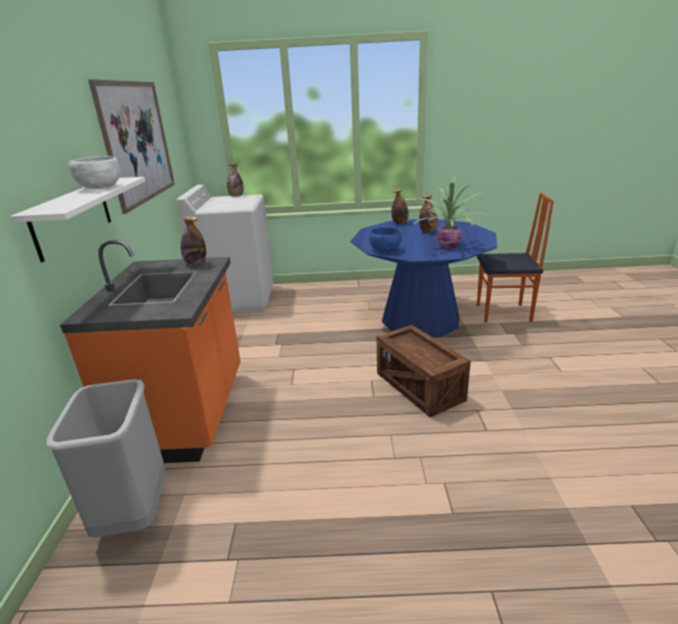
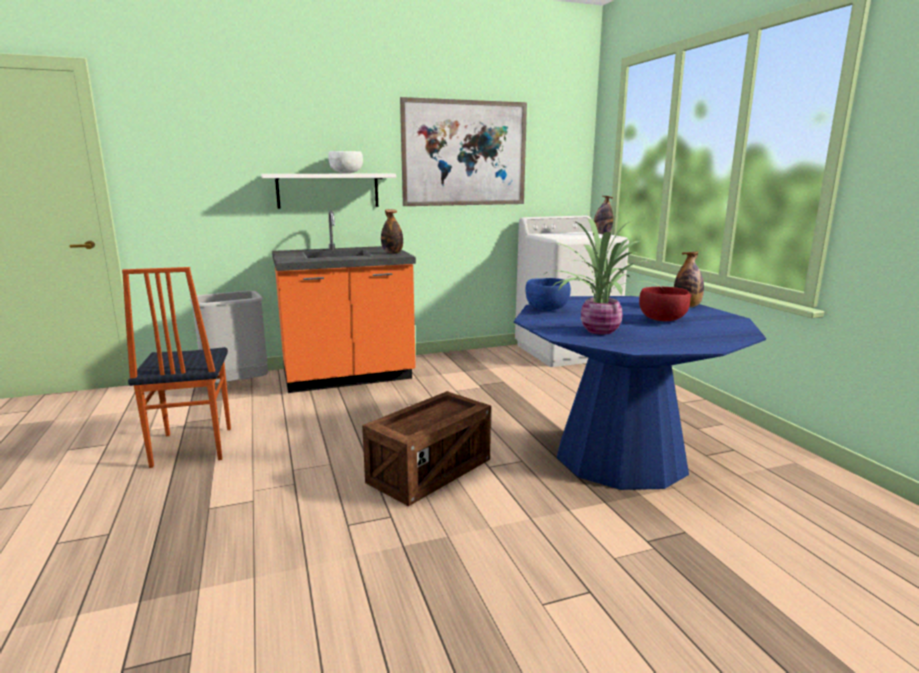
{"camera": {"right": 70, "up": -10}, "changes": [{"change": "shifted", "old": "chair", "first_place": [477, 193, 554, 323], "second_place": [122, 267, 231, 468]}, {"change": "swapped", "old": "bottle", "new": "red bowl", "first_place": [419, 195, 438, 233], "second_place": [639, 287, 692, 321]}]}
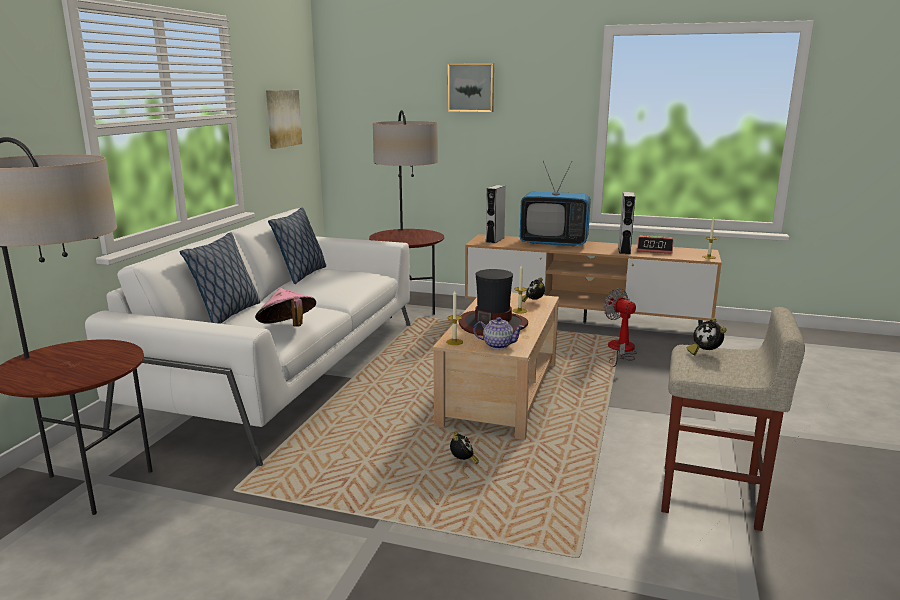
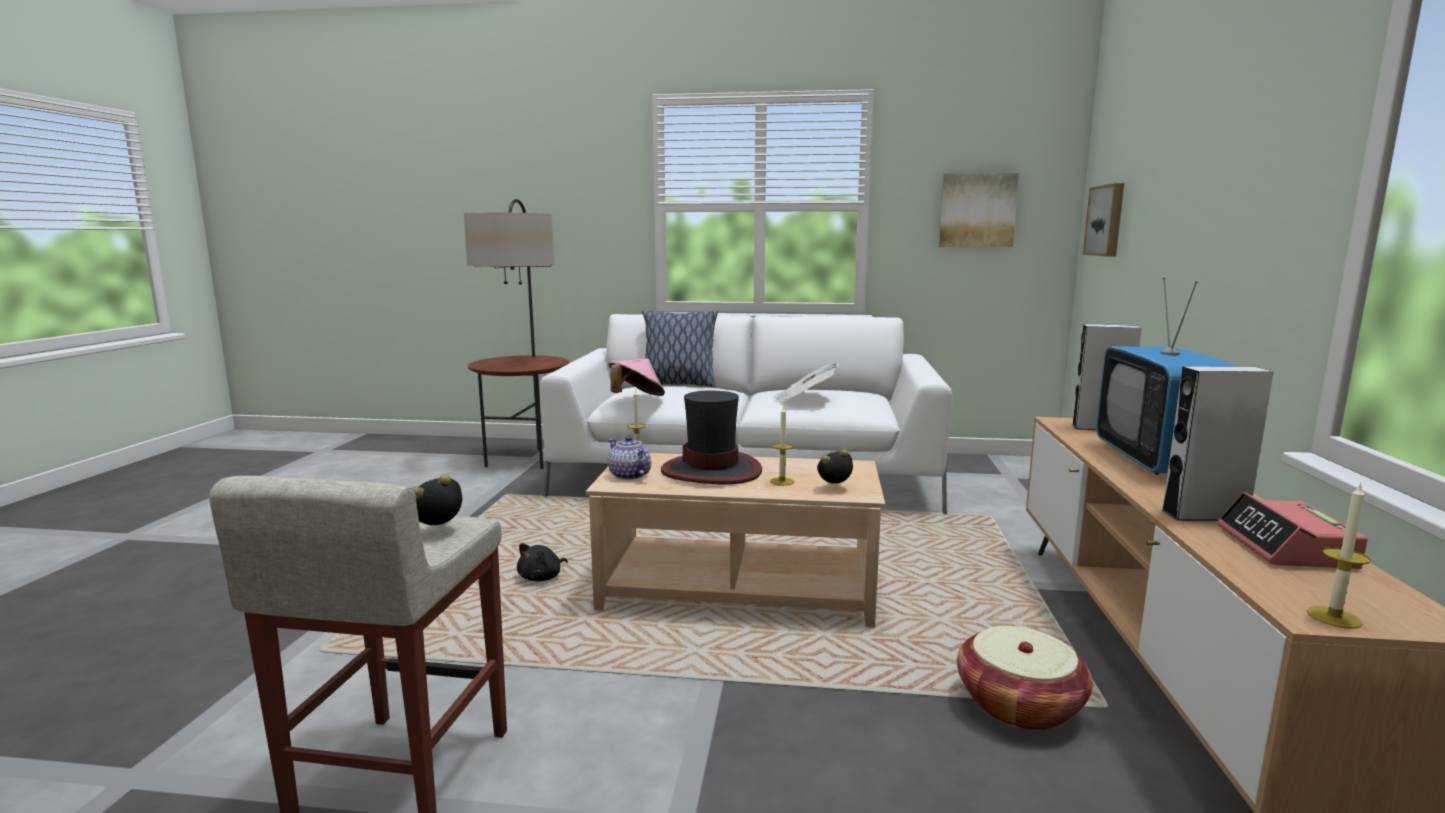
{"camera": {"right": 80, "up": -5}, "changes": [{"change": "swapped", "old": "alarm clock", "new": "black plush toy", "first_place": [450, 432, 479, 464], "second_place": [517, 543, 568, 581]}, {"change": "rotated", "old": "teapot", "first_place": [474, 317, 524, 349], "second_place": [608, 436, 651, 480], "degrees": 135}, {"change": "new", "new": "newspaper", "second_place": [773, 363, 840, 401]}, {"change": "swapped", "old": "fan", "new": "basket", "first_place": [604, 288, 637, 367], "second_place": [957, 626, 1093, 730]}, {"change": "shifted", "old": "picture", "first_place": [448, 63, 494, 112], "second_place": [1083, 183, 1124, 257]}, {"change": "gone", "old": "pillow", "first_place": [268, 207, 326, 284]}, {"change": "gone", "old": "floor lamp", "first_place": [369, 110, 444, 318]}]}
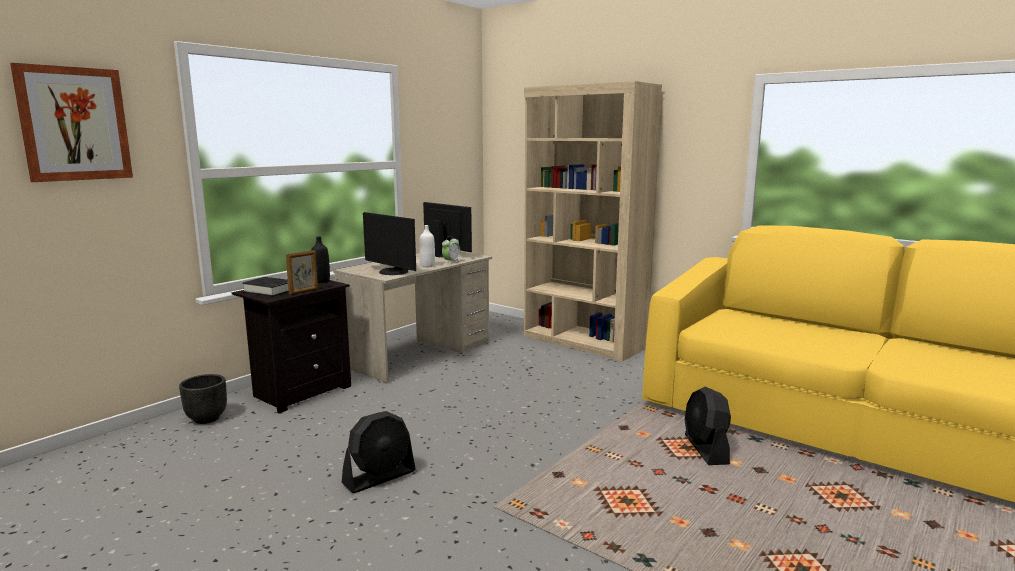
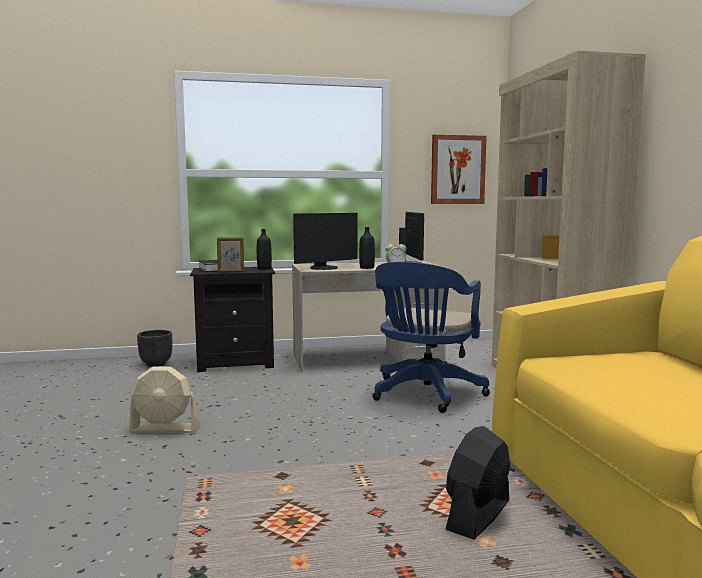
{"camera": {"right": 40, "up": -5}, "changes": [{"change": "repainted", "old": "black fan", "new": "beige fan", "first_place": [342, 411, 416, 493], "second_place": [129, 367, 200, 433]}, {"change": "rotated", "old": "monitor", "first_place": [363, 212, 416, 275], "second_place": [293, 213, 358, 270], "degrees": -120}, {"change": "repainted", "old": "white bottle", "new": "black bottle", "first_place": [419, 225, 435, 267], "second_place": [359, 227, 375, 269]}, {"change": "new", "new": "blue office chair", "second_place": [373, 262, 490, 413]}, {"change": "shifted", "old": "picture", "first_place": [10, 63, 133, 182], "second_place": [431, 135, 487, 204]}]}
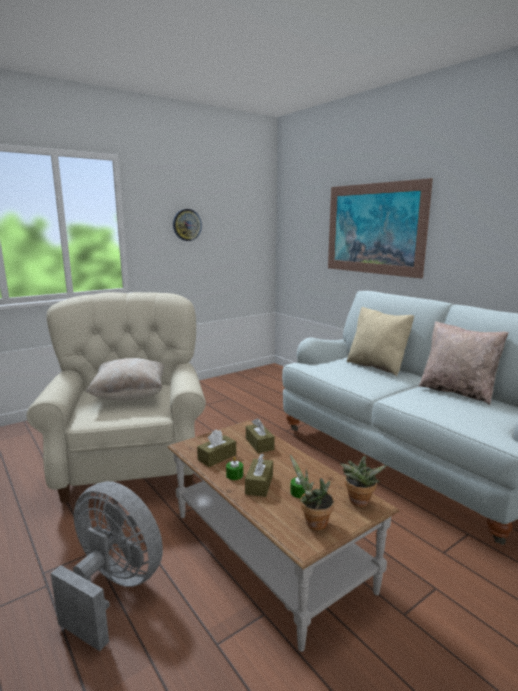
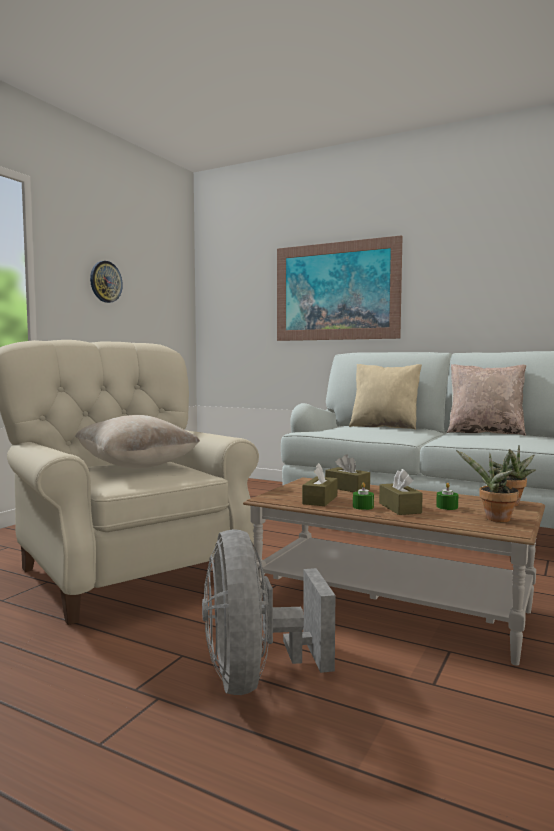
{"camera": {"right": -25, "up": -10}, "changes": [{"change": "rotated", "old": "grey fan", "first_place": [51, 481, 163, 651], "second_place": [202, 529, 335, 695], "degrees": -105}]}
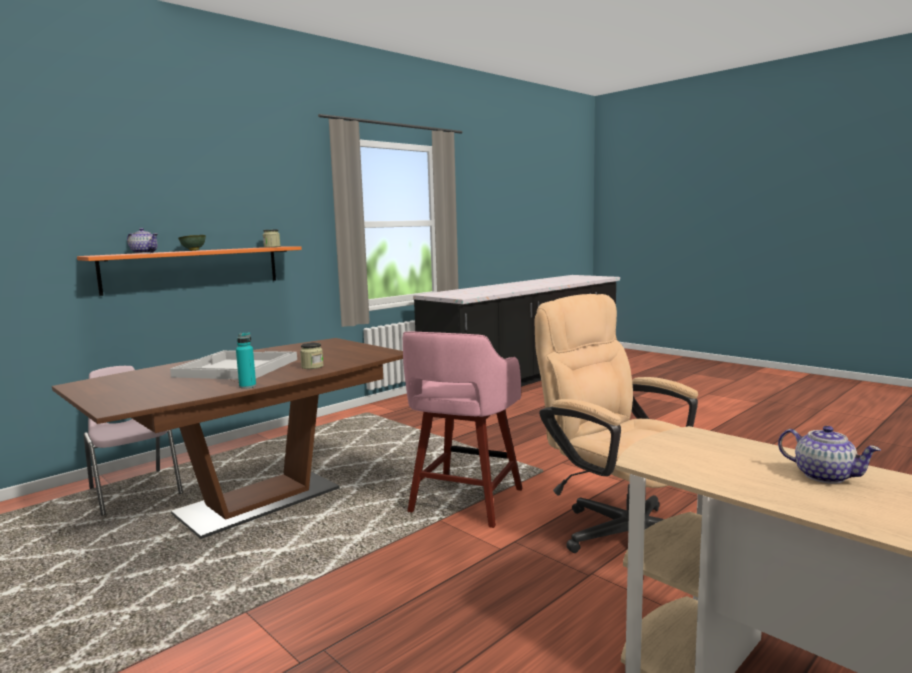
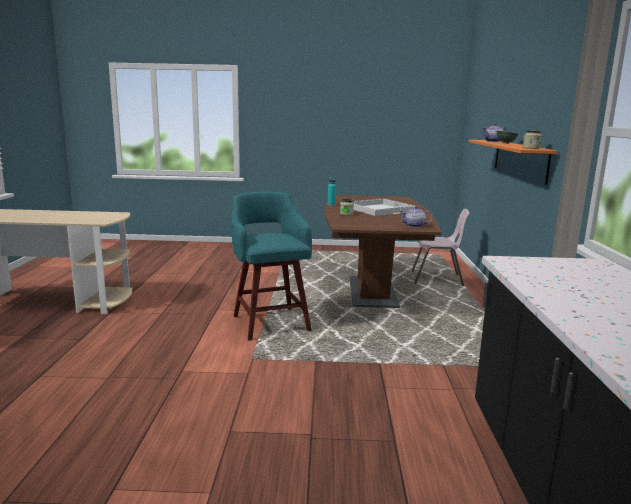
{"camera": {"right": 135, "up": 5}, "changes": [{"change": "repainted", "old": "pink stool", "new": "turquoise stool", "first_place": [403, 332, 523, 528], "second_place": [231, 191, 312, 341]}, {"change": "shifted", "old": "teapot", "first_place": [778, 426, 881, 484], "second_place": [399, 206, 433, 228]}, {"change": "gone", "old": "beige office chair", "first_place": [535, 294, 698, 553]}]}
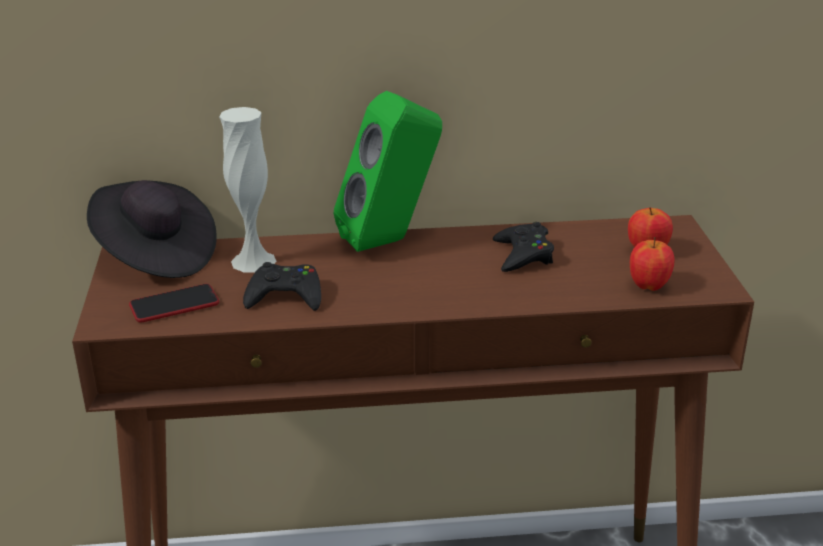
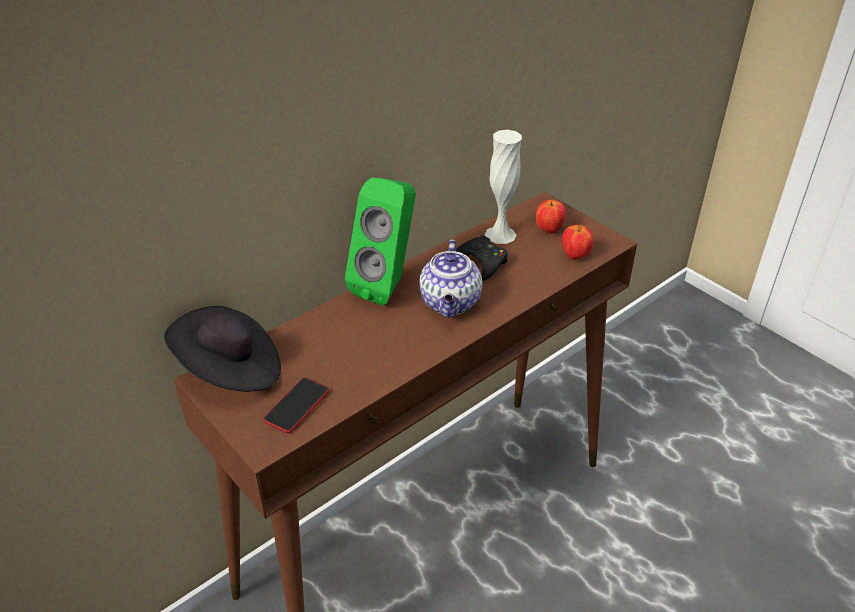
{"camera": {"right": -35, "up": 10}, "changes": [{"change": "new", "new": "teapot", "second_place": [419, 240, 482, 317]}, {"change": "shifted", "old": "white vase", "first_place": [219, 107, 277, 272], "second_place": [485, 130, 522, 244]}, {"change": "gone", "old": "black game controller", "first_place": [243, 262, 321, 311]}]}
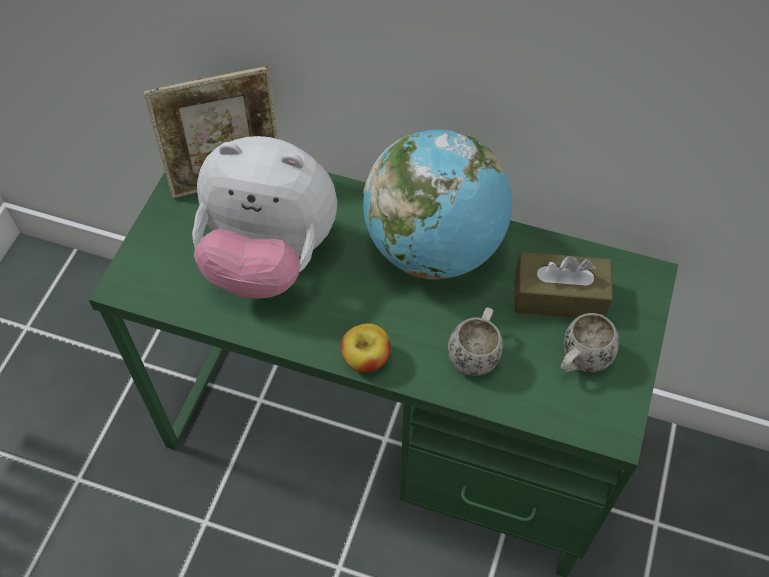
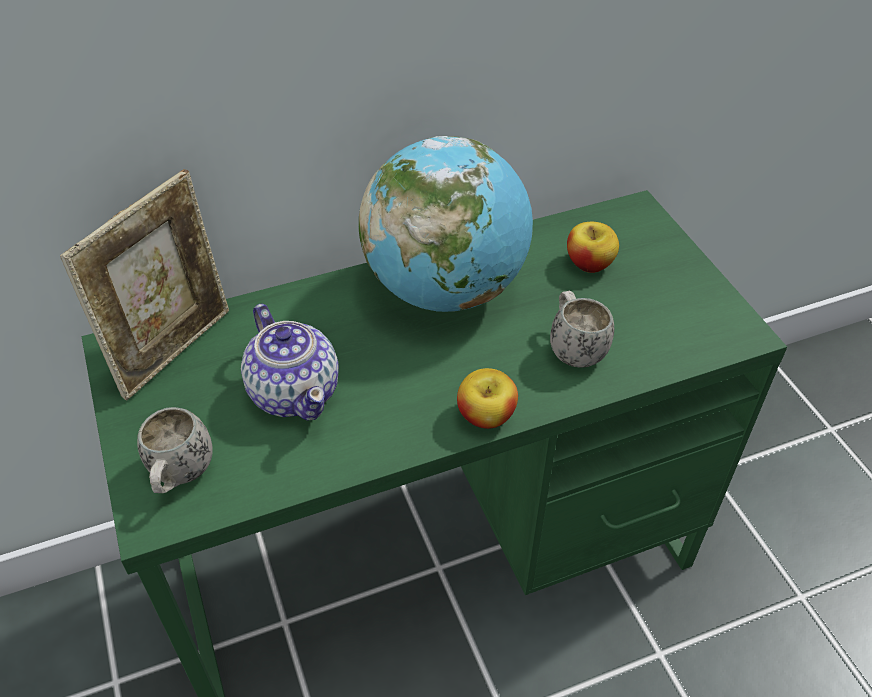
{"camera": {"right": -40, "up": -10}, "changes": [{"change": "shifted", "old": "white mug", "first_place": [561, 313, 619, 373], "second_place": [137, 407, 213, 493]}, {"change": "swapped", "old": "plush toy", "new": "teapot", "first_place": [192, 136, 337, 299], "second_place": [241, 304, 339, 421]}, {"change": "swapped", "old": "brown tissue box", "new": "apple", "first_place": [514, 252, 613, 318], "second_place": [567, 222, 619, 273]}]}
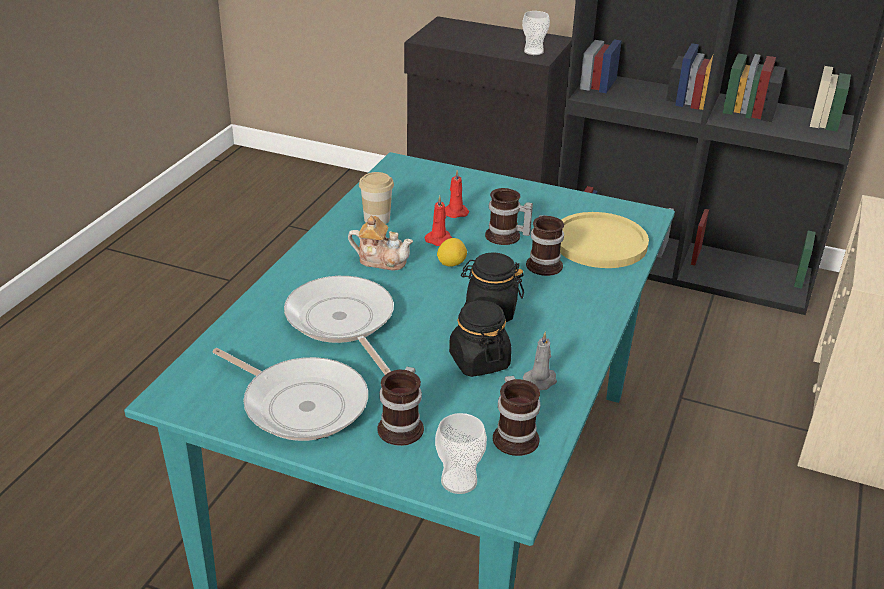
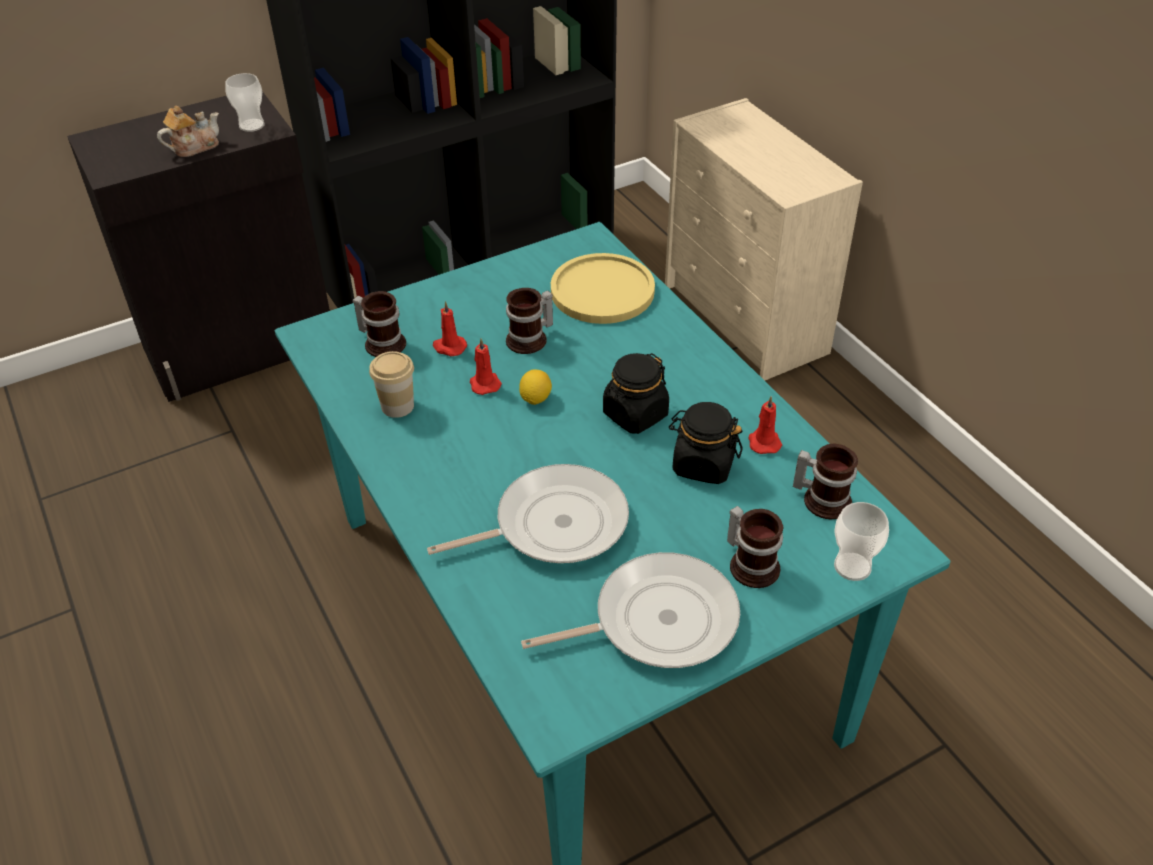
{"camera": {"right": -50, "up": 10}, "changes": [{"change": "shifted", "old": "teapot", "first_place": [348, 216, 413, 271], "second_place": [157, 106, 219, 157]}, {"change": "shifted", "old": "mug", "first_place": [526, 215, 564, 276], "second_place": [353, 291, 406, 357]}, {"change": "rotated", "old": "frying pan", "first_place": [284, 276, 394, 375], "second_place": [427, 464, 629, 563], "degrees": 150}, {"change": "repainted", "old": "grey candle", "new": "red candle", "first_place": [523, 332, 557, 390], "second_place": [749, 396, 782, 454]}]}
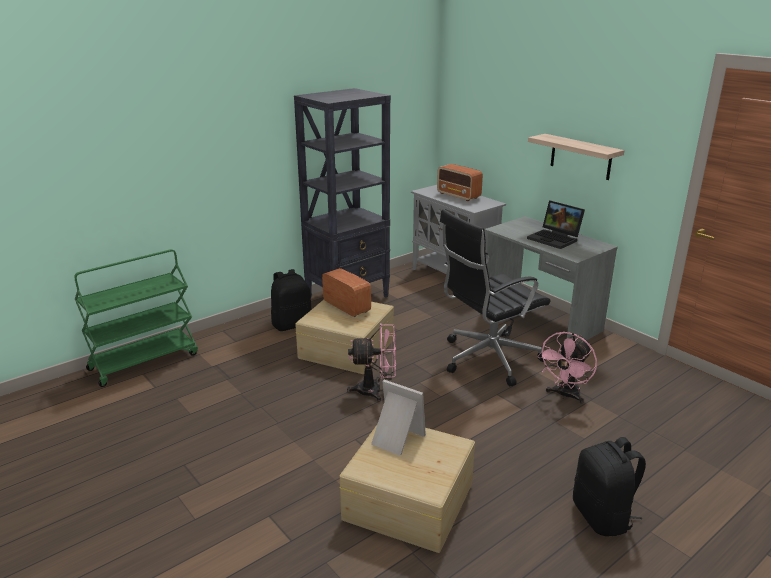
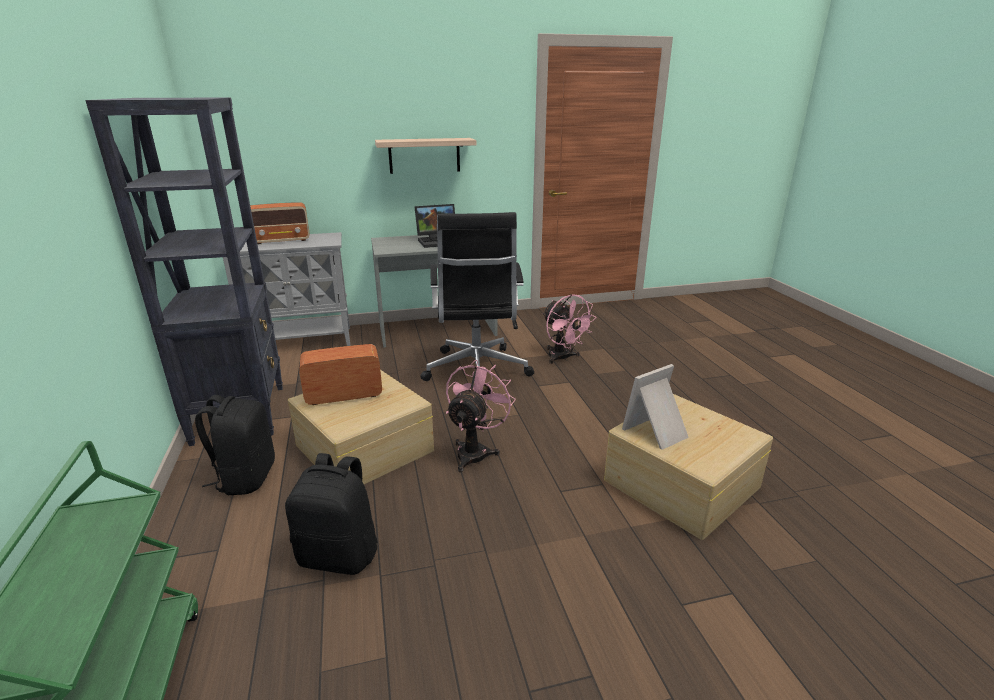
{"camera": {"right": -65, "up": 0}, "changes": [{"change": "shifted", "old": "black backpack", "first_place": [573, 437, 646, 536], "second_place": [285, 453, 378, 575]}]}
